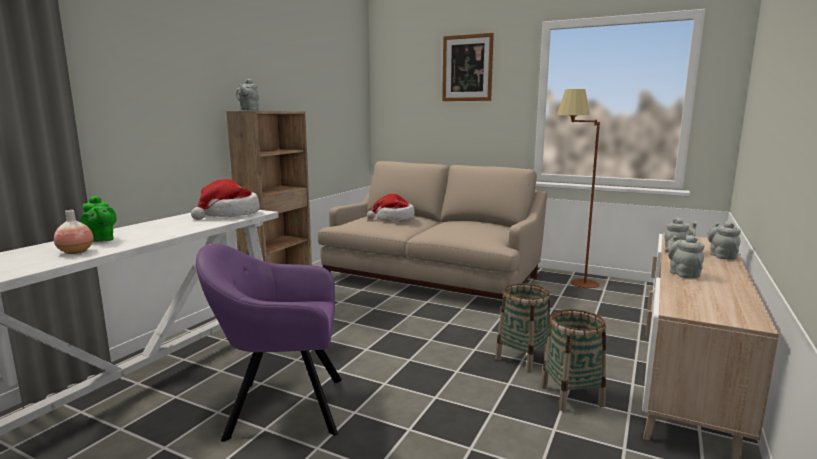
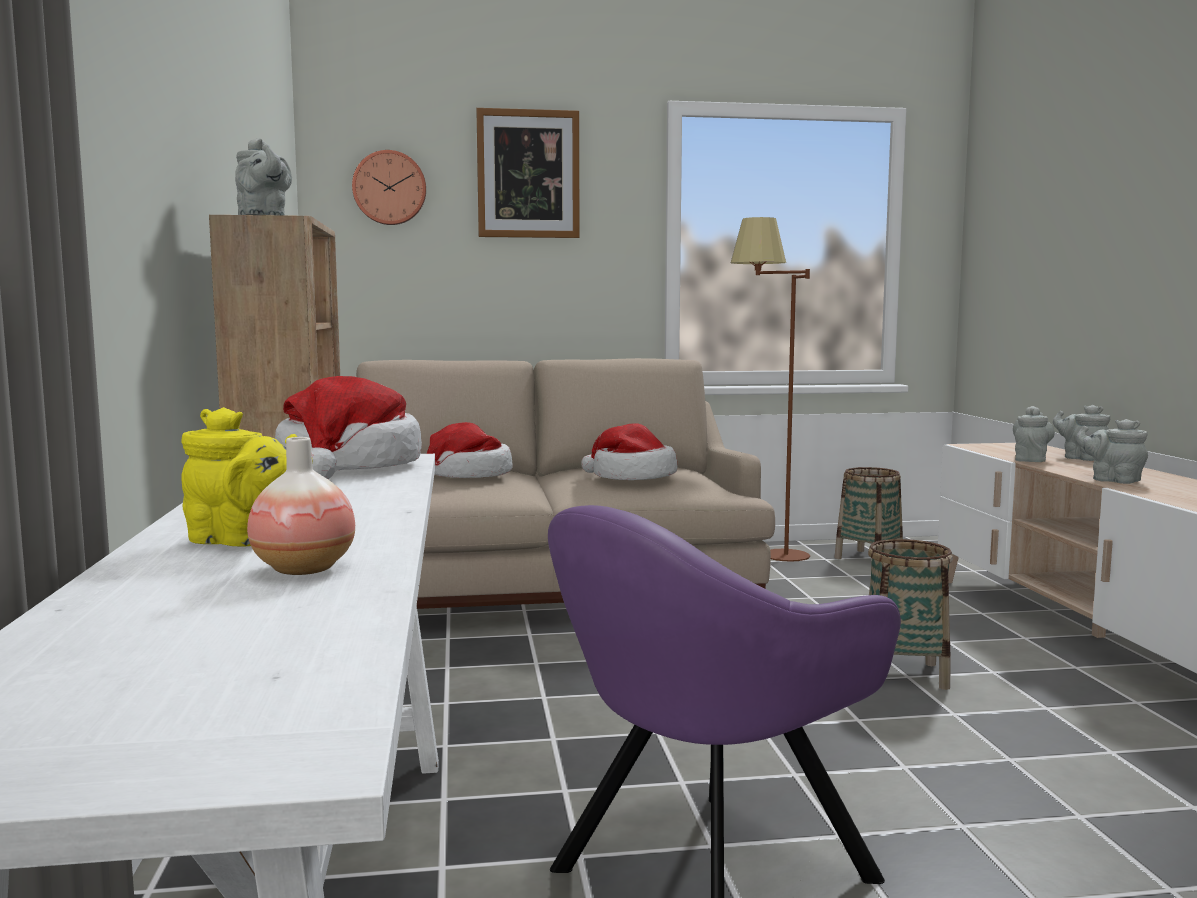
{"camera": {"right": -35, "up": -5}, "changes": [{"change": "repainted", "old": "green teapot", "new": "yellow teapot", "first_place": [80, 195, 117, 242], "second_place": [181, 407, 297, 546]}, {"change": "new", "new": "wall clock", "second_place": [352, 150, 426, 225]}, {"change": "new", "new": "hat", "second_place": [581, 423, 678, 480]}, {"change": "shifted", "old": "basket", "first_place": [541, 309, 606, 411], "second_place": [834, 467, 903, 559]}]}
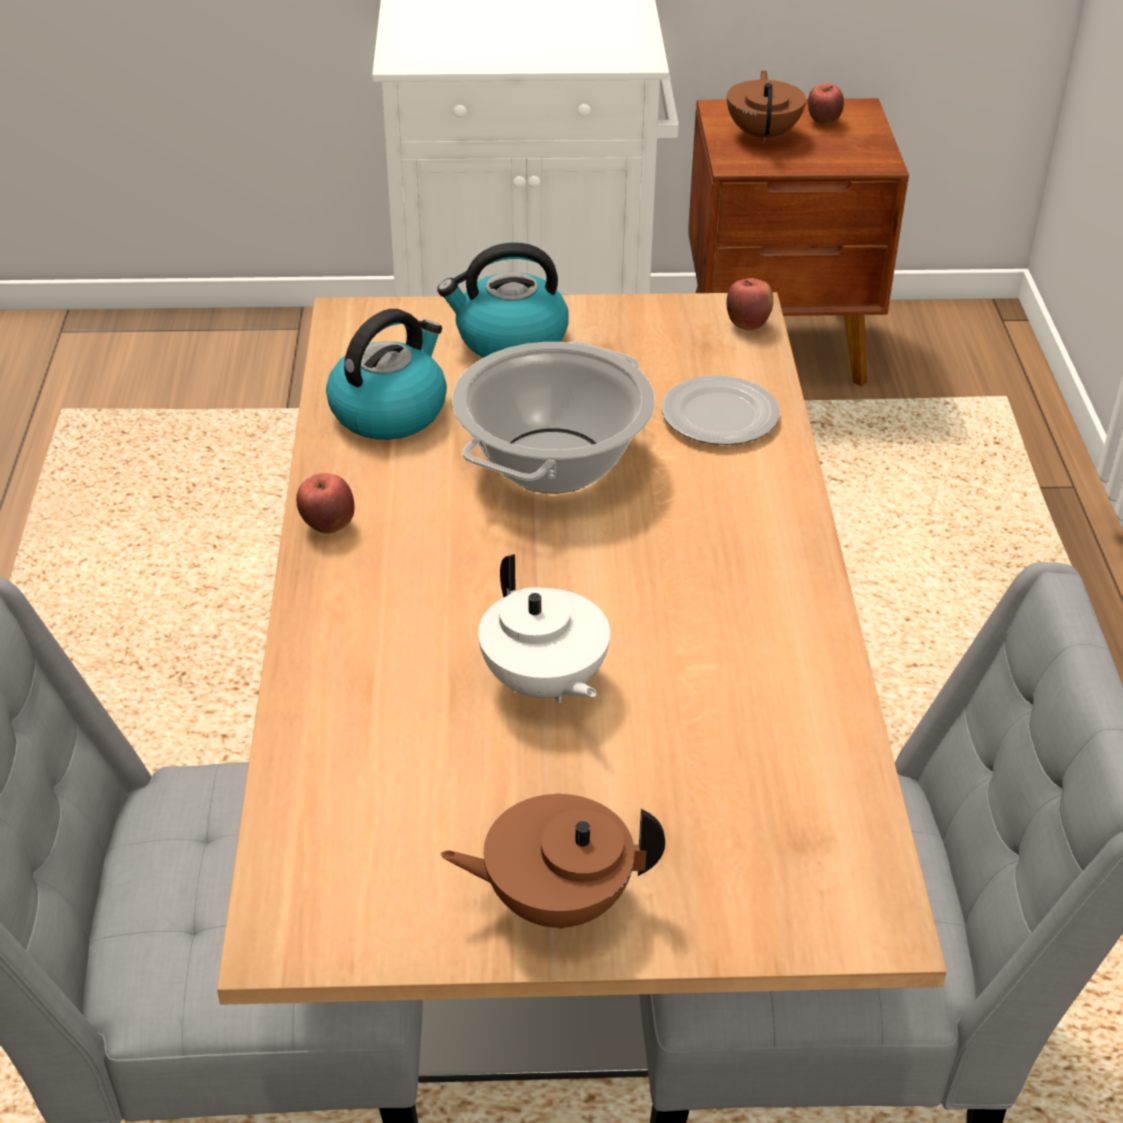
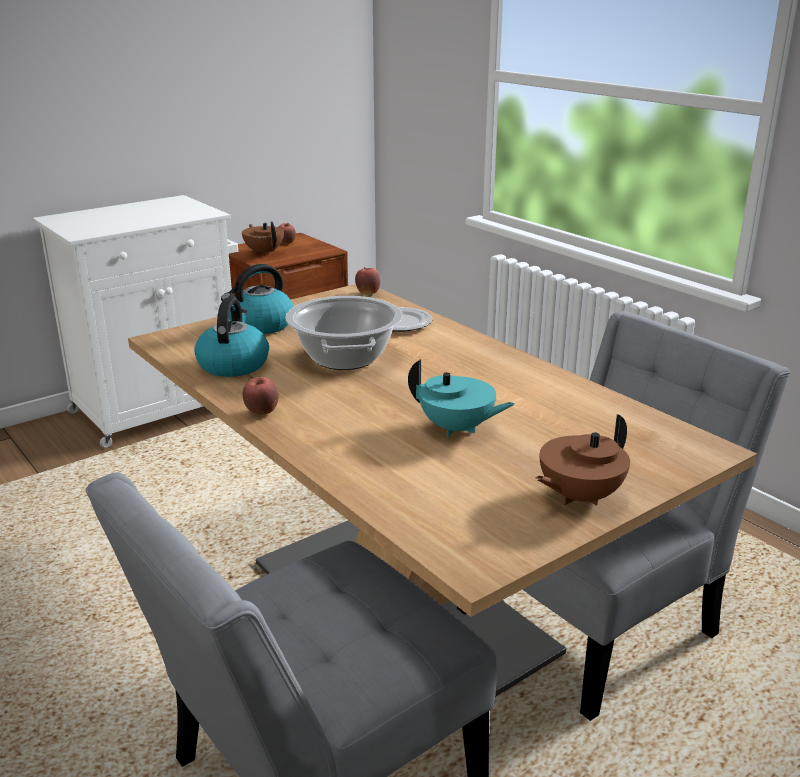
{"camera": {"right": -35, "up": -15}, "changes": [{"change": "repainted", "old": "white teapot", "new": "turquoise teapot", "first_place": [478, 554, 610, 703], "second_place": [408, 359, 515, 437]}]}
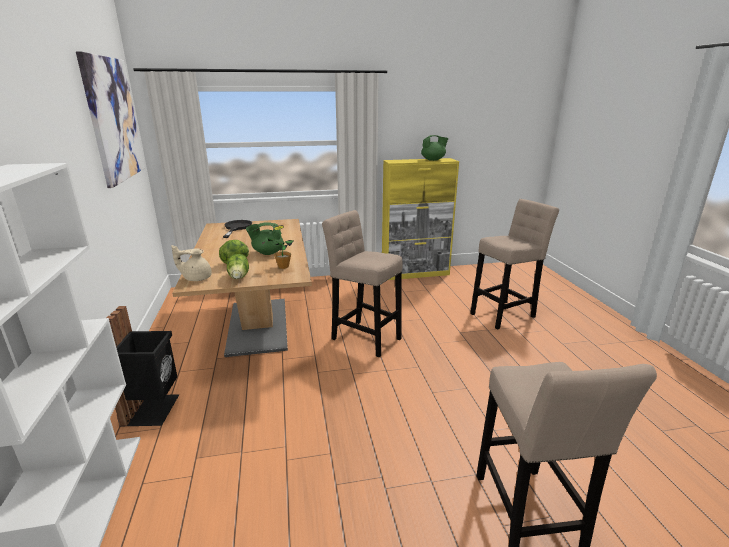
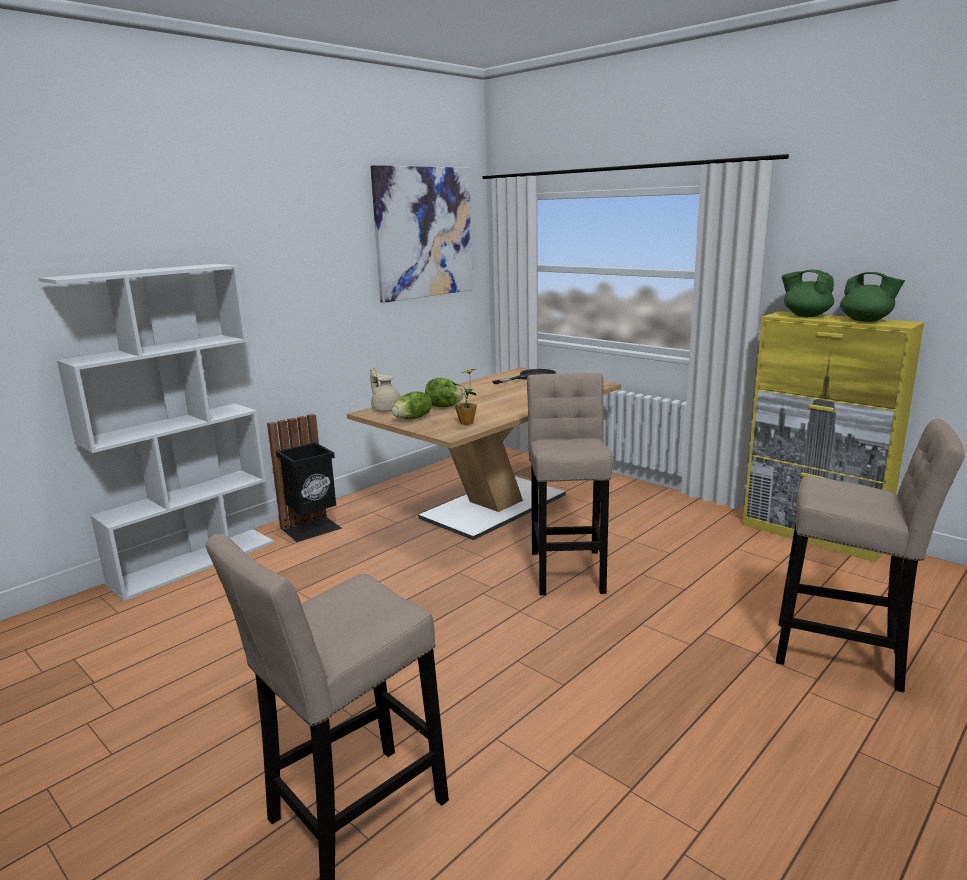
{"camera": {"right": 55, "up": -5}, "changes": [{"change": "shifted", "old": "green teapot", "first_place": [246, 222, 284, 255], "second_place": [781, 270, 834, 317]}]}
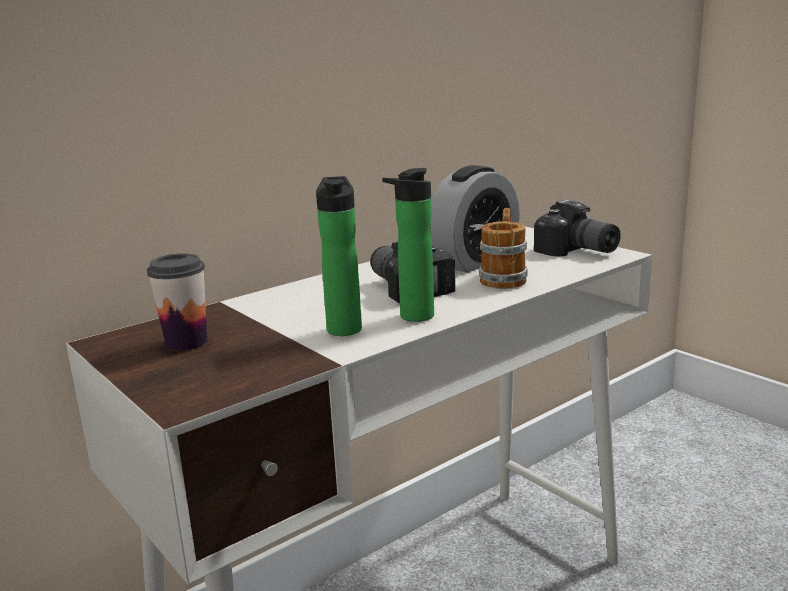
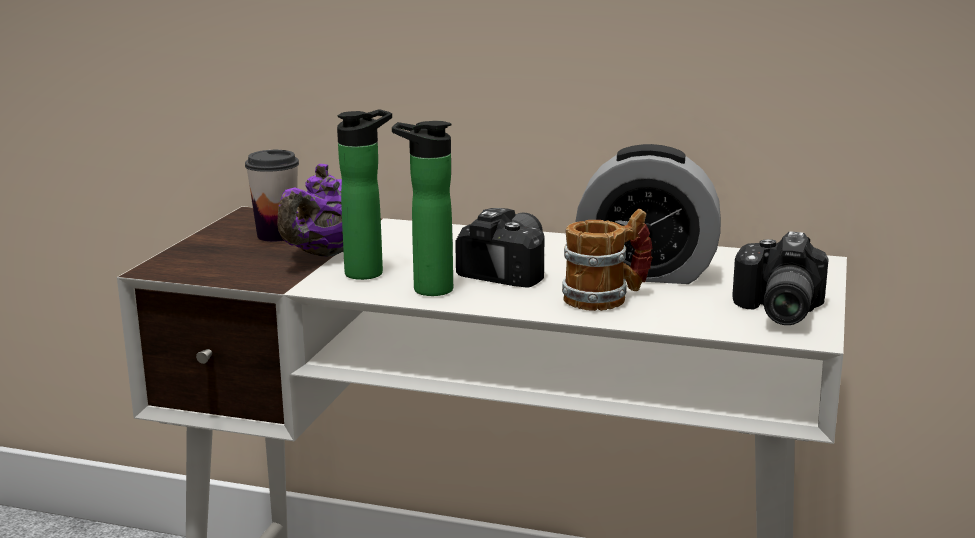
{"camera": {"right": 55, "up": 0}, "changes": [{"change": "new", "new": "purple teapot", "second_place": [277, 164, 344, 257]}]}
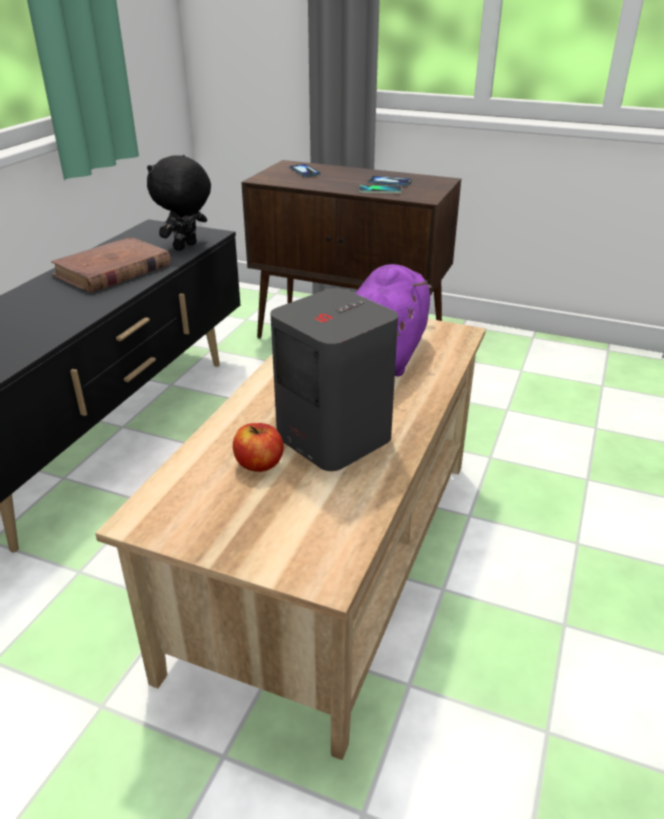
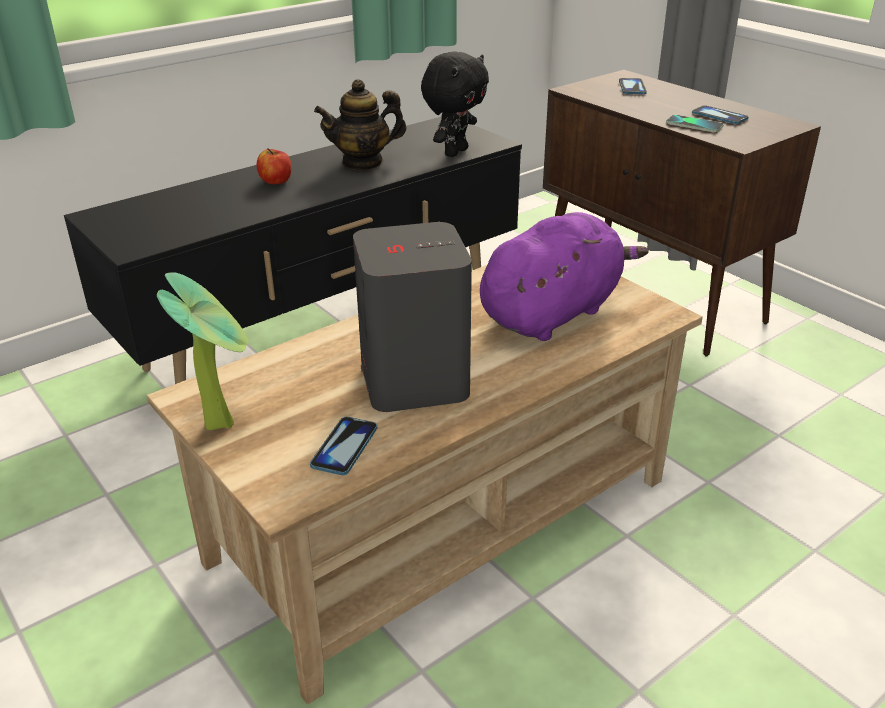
{"camera": {"right": 30, "up": 0}, "changes": [{"change": "new", "new": "potted plant", "second_place": [157, 272, 248, 430]}, {"change": "shifted", "old": "apple", "first_place": [233, 423, 284, 472], "second_place": [257, 148, 292, 184]}, {"change": "new", "new": "phone", "second_place": [310, 417, 377, 475]}, {"change": "swapped", "old": "brown book", "new": "teapot", "first_place": [51, 237, 171, 293], "second_place": [314, 79, 406, 170]}, {"change": "rotated", "old": "black plush toy", "first_place": [147, 155, 211, 251], "second_place": [421, 52, 489, 157], "degrees": 150}]}
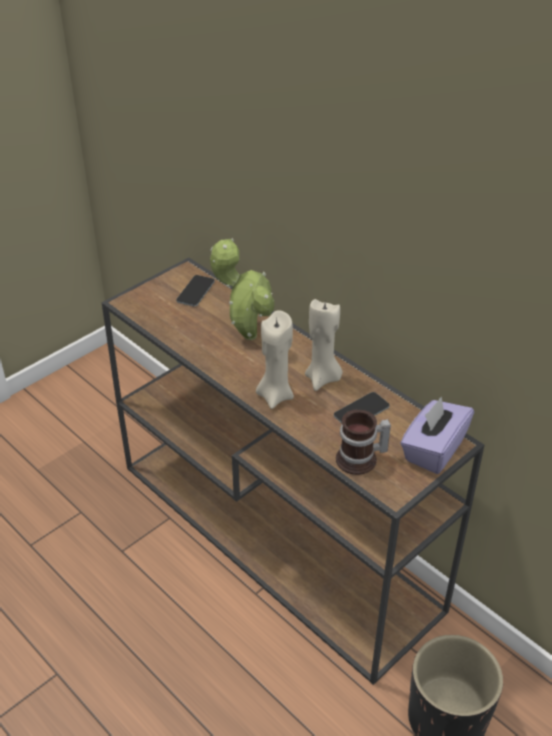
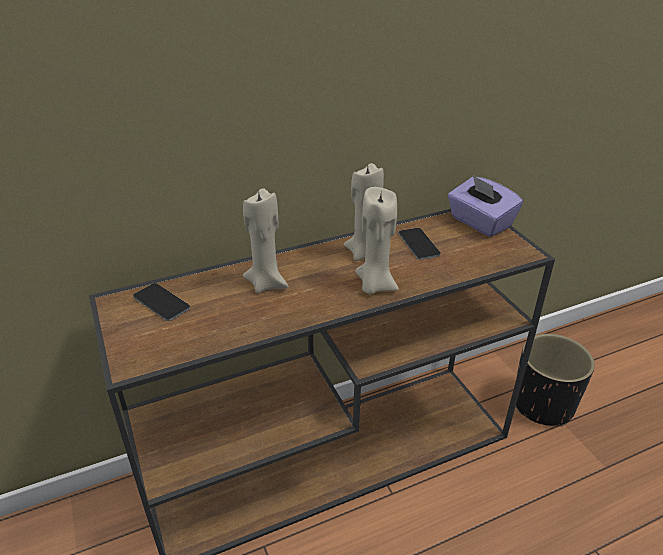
{"camera": {"right": -70, "up": -5}, "changes": [{"change": "swapped", "old": "potted plant", "new": "beige candle", "first_place": [210, 238, 274, 340], "second_place": [243, 188, 289, 293]}, {"change": "gone", "old": "mug", "first_place": [336, 410, 391, 475]}]}
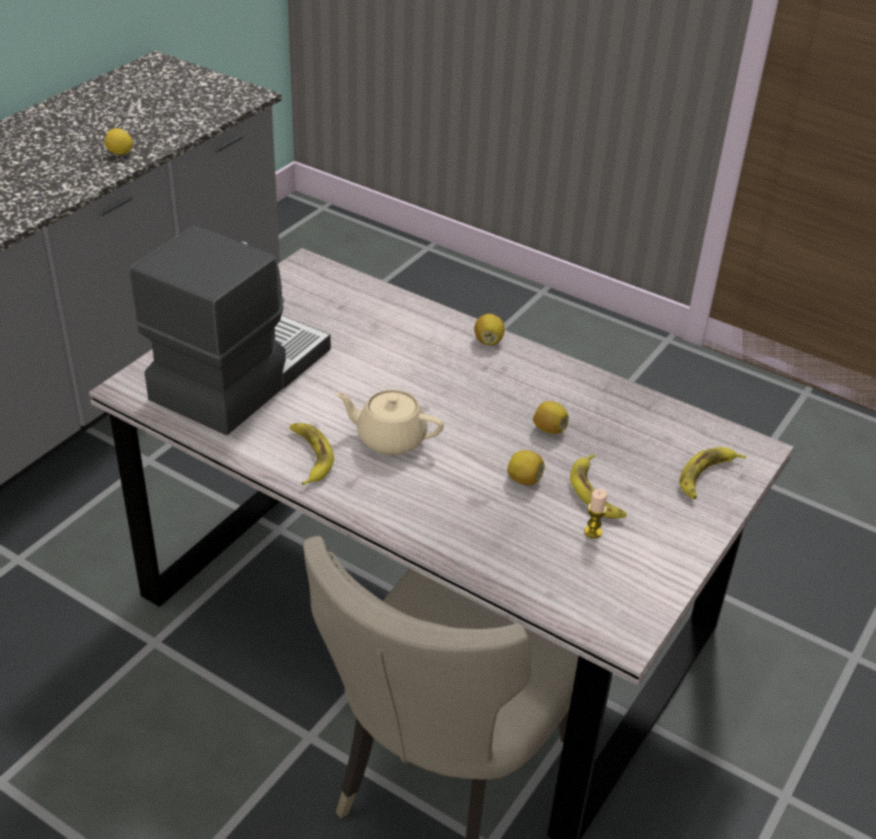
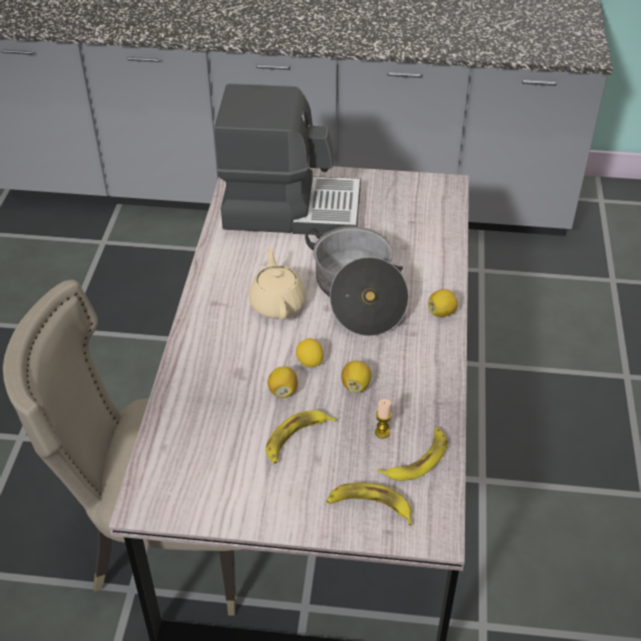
{"camera": {"right": 65, "up": 5}, "changes": [{"change": "shifted", "old": "lemon", "first_place": [105, 128, 133, 155], "second_place": [296, 338, 323, 367]}, {"change": "new", "new": "cooking pot", "second_place": [305, 226, 409, 336]}, {"change": "shifted", "old": "candle", "first_place": [584, 489, 607, 538], "second_place": [375, 399, 392, 438]}, {"change": "shifted", "old": "banana", "first_place": [290, 423, 334, 485], "second_place": [377, 427, 448, 481]}]}
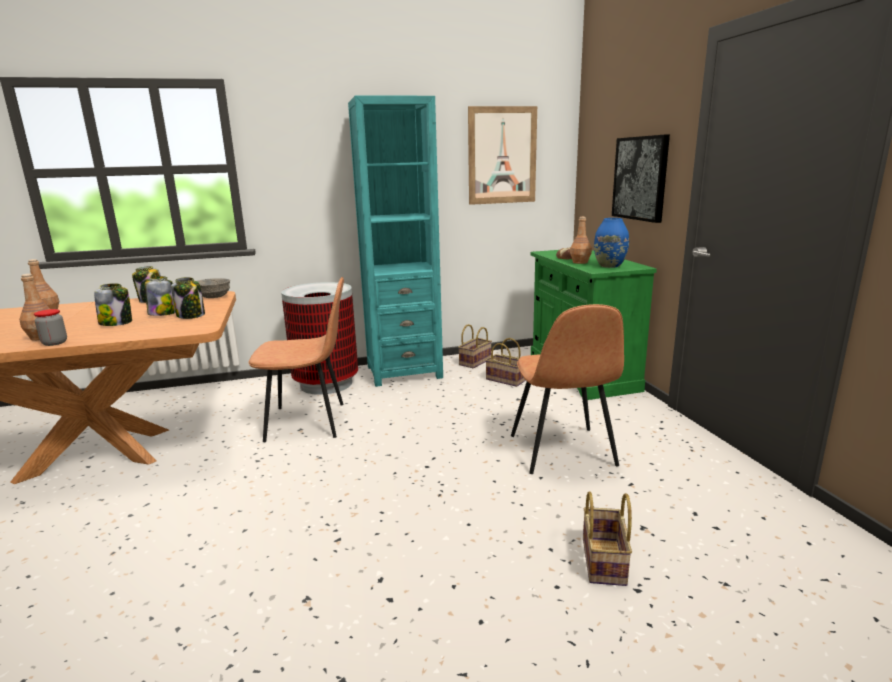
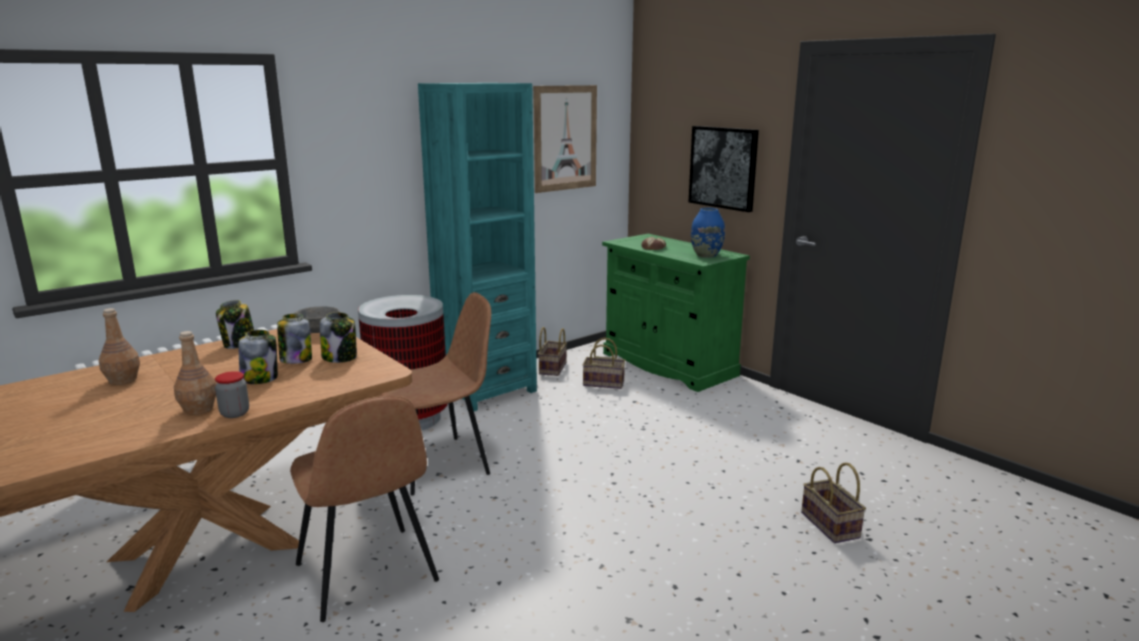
{"camera": {"right": -25, "up": 0}, "changes": [{"change": "shifted", "old": "brown chair", "first_place": [511, 304, 624, 474], "second_place": [290, 396, 439, 622]}, {"change": "gone", "old": "brown bottle", "first_place": [570, 217, 592, 264]}]}
